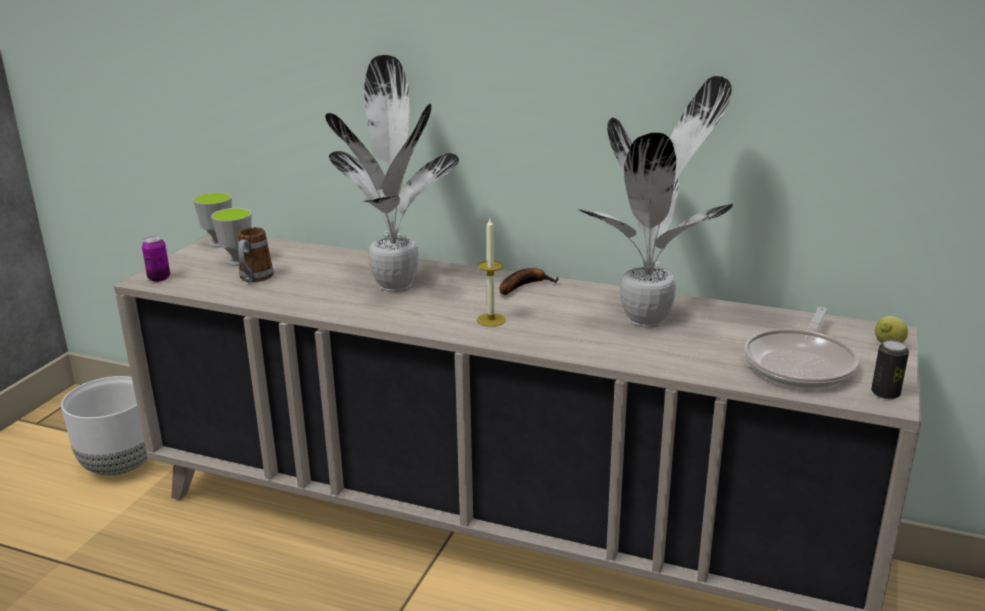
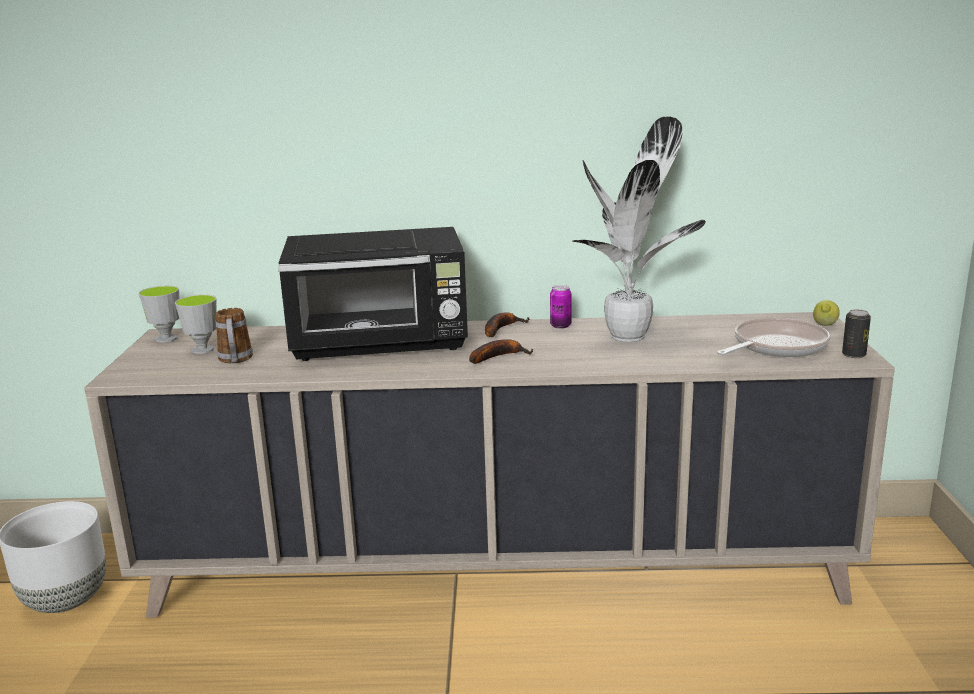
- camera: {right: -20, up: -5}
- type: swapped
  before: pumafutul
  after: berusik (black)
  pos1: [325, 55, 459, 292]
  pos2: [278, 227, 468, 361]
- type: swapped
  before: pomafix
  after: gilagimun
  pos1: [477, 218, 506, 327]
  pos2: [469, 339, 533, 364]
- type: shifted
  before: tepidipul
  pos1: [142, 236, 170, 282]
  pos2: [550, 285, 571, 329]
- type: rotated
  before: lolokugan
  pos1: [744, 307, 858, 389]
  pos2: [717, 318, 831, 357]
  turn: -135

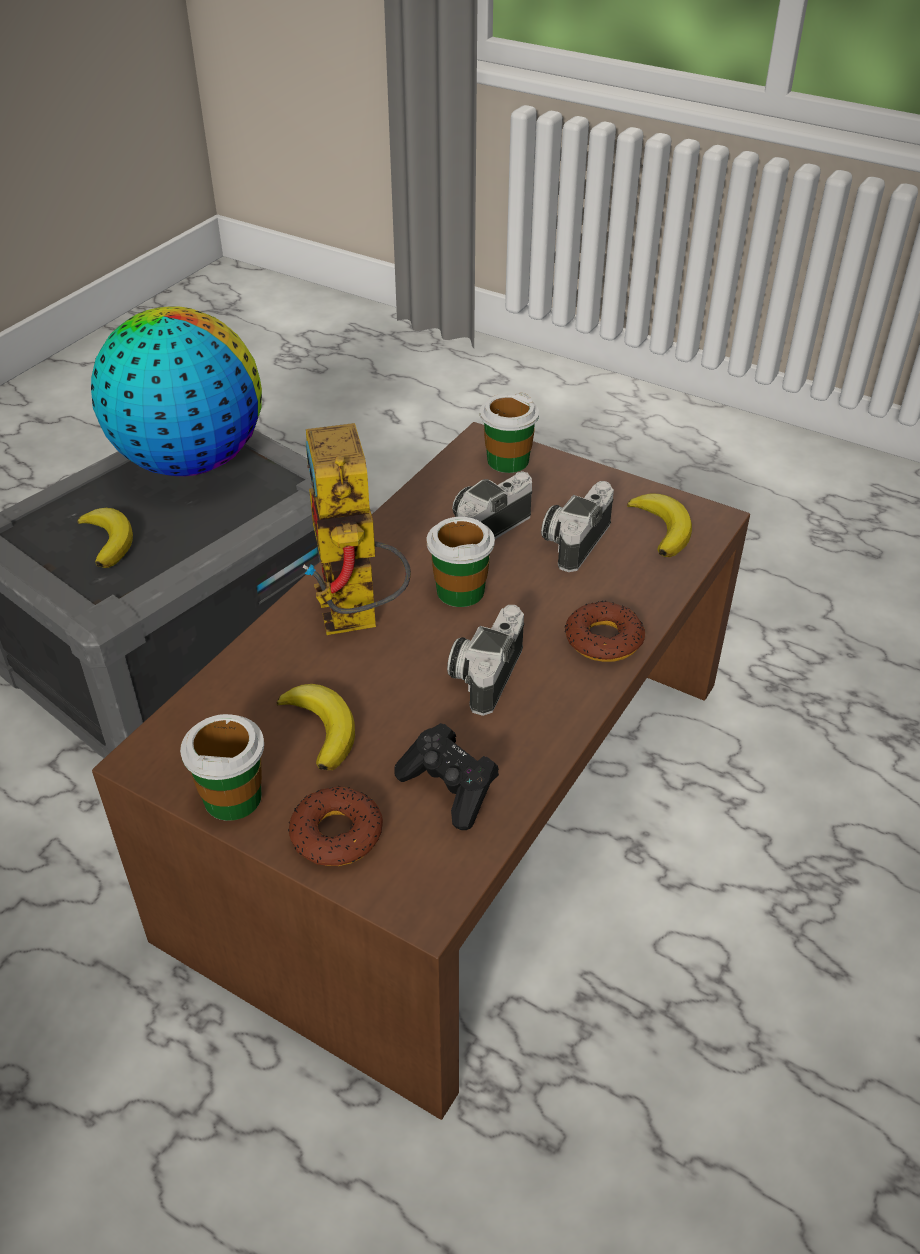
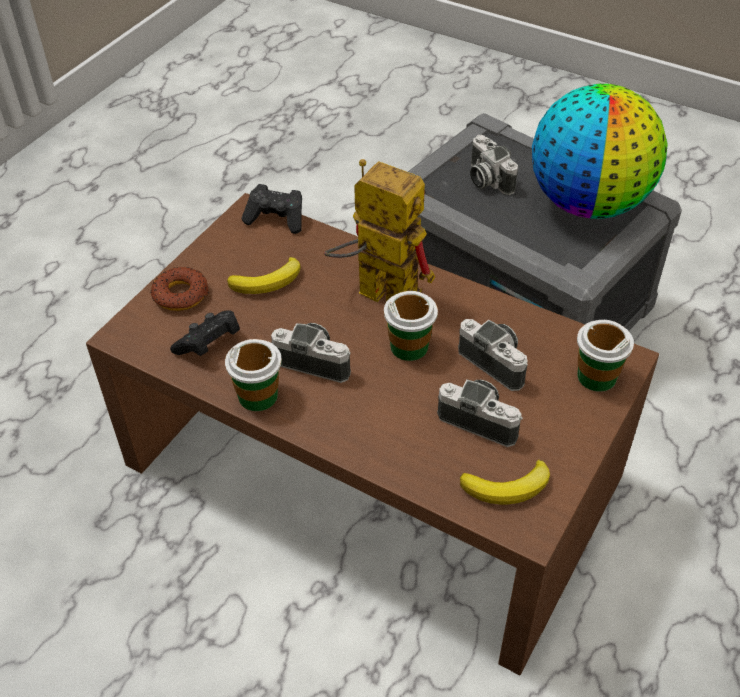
- camera: {right: 90, up: 5}
- type: rotated
  before: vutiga
  pos1: [303, 423, 411, 635]
  pos2: [324, 159, 435, 304]
  turn: 45
- type: swapped
  before: gilagimun
  after: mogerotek
  pos1: [77, 508, 133, 568]
  pos2: [470, 135, 518, 195]
- type: gone
  before: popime
  pos1: [565, 601, 645, 662]
- type: shifted
  before: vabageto
  pos1: [180, 714, 264, 821]
  pos2: [225, 339, 282, 411]
- type: new
  after: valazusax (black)
  pos2: [242, 184, 302, 234]

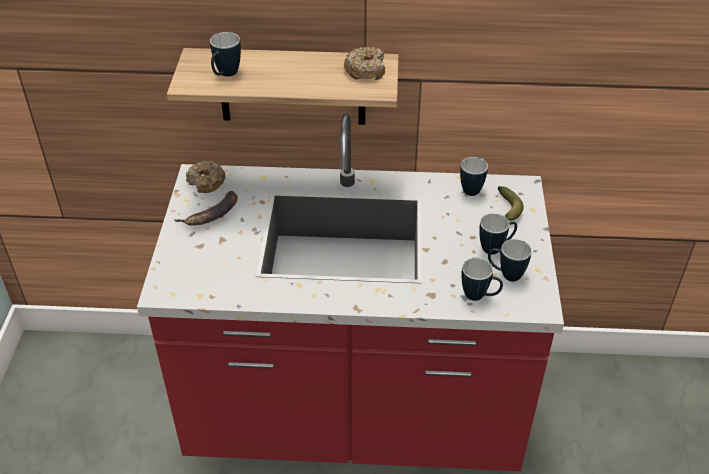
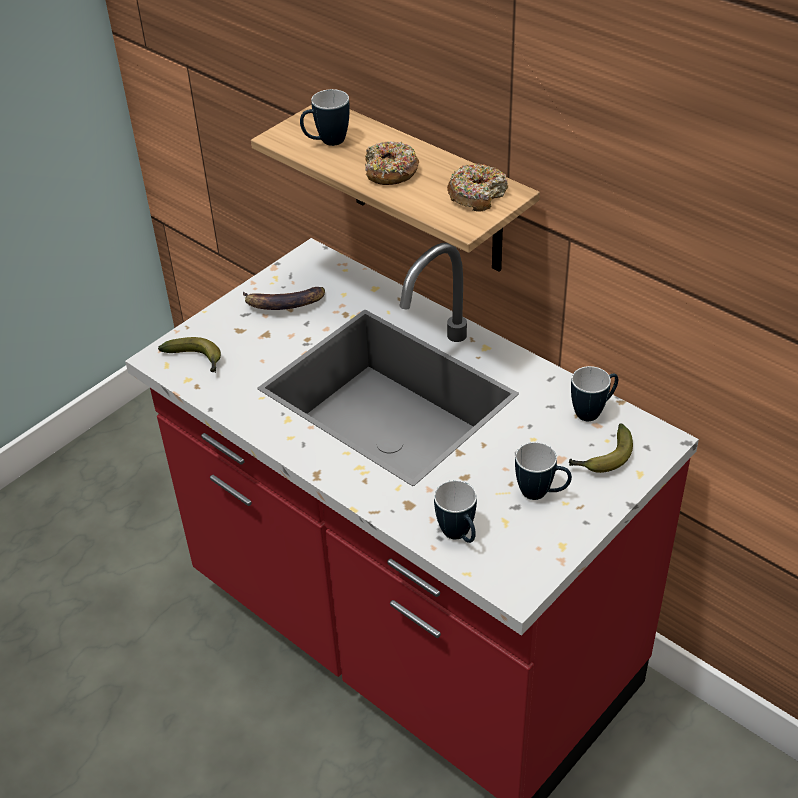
- camera: {right: 40, up: 0}
- type: shifted
  before: popime
  pos1: [186, 161, 226, 193]
  pos2: [365, 141, 419, 185]
- type: gone
  before: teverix
  pos1: [488, 239, 532, 281]
- type: new
  after: gilagimun
  pos2: [158, 337, 221, 373]

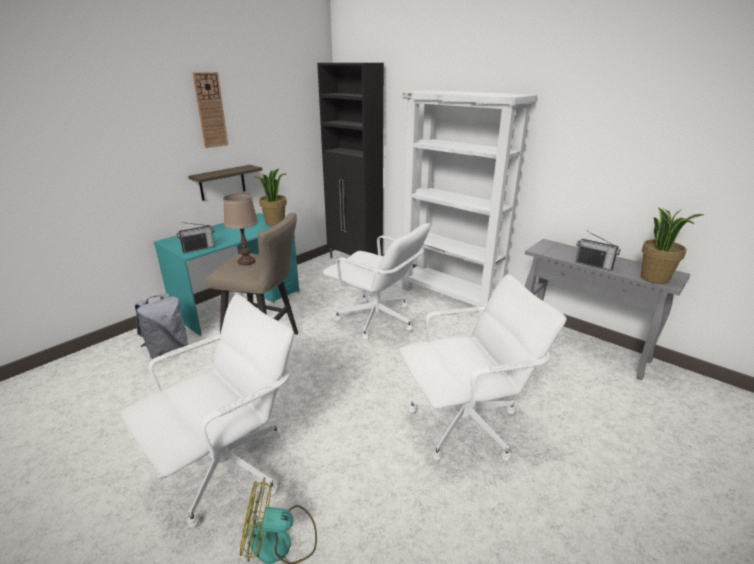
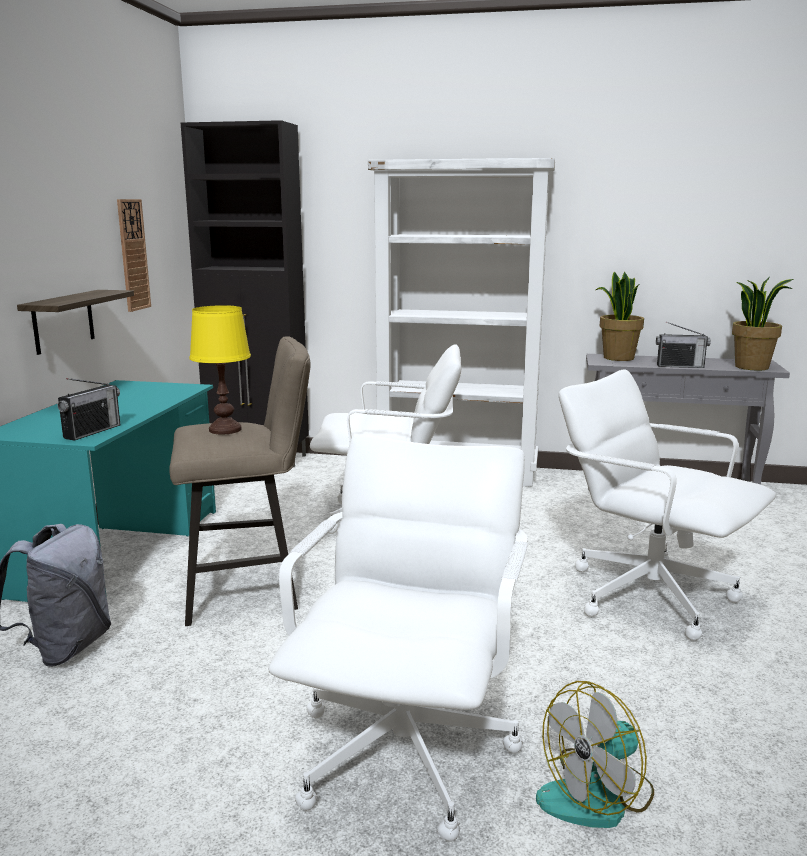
- camera: {right: -30, up: -10}
- type: shifted
  before: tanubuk
  pos1: [192, 72, 228, 148]
  pos2: [117, 199, 151, 312]
- type: shifted
  before: pumafutul
  pos1: [253, 168, 287, 226]
  pos2: [596, 272, 644, 361]
- type: repainted
  before: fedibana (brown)
  after: fedibana (yellow)
  pos1: [223, 194, 258, 265]
  pos2: [189, 305, 251, 435]
- type: rotated
  before: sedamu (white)
  pos1: [399, 274, 567, 462]
  pos2: [559, 369, 776, 641]
  turn: -90

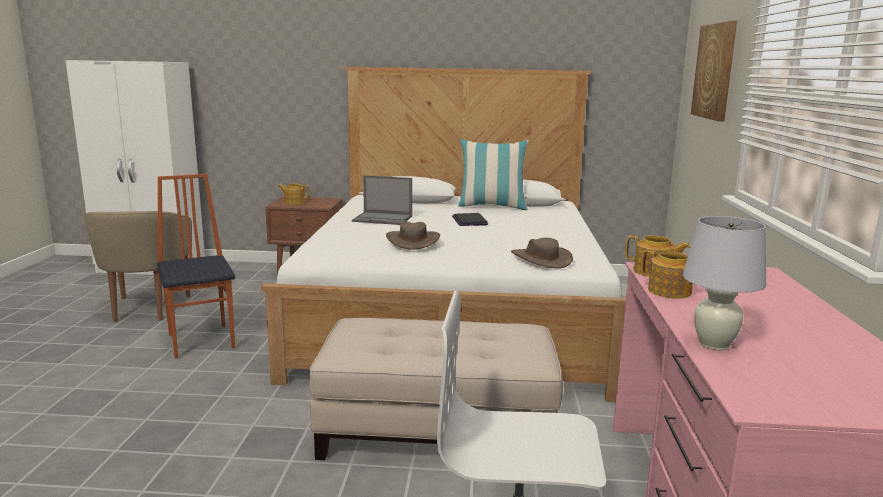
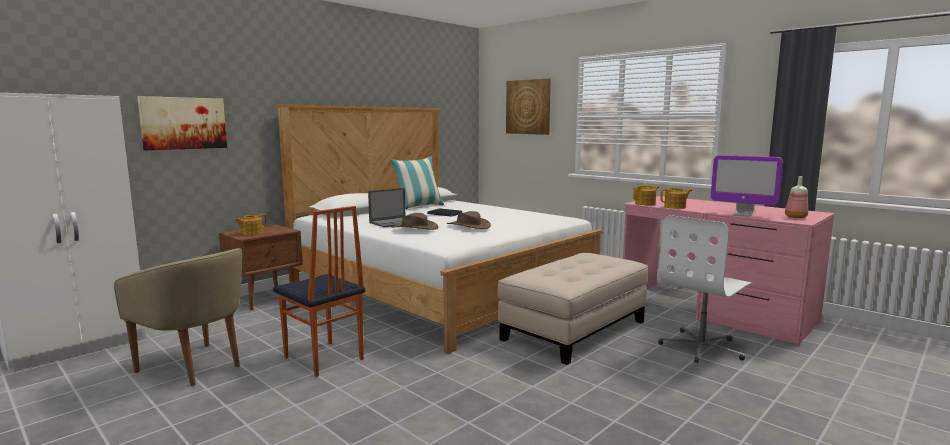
- camera: {right: -50, up: -5}
- type: rotated
  before: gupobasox
  pos1: [157, 174, 235, 358]
  pos2: [273, 206, 365, 377]
  turn: -150
- type: swapped
  before: fedibana (white)
  after: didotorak
  pos1: [683, 216, 766, 350]
  pos2: [711, 155, 783, 217]
- type: shifted
  before: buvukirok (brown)
  pos1: [511, 238, 573, 269]
  pos2: [392, 213, 438, 230]
- type: new
  after: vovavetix
  pos2: [137, 96, 227, 150]
- type: new
  after: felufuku
  pos2: [785, 176, 808, 218]

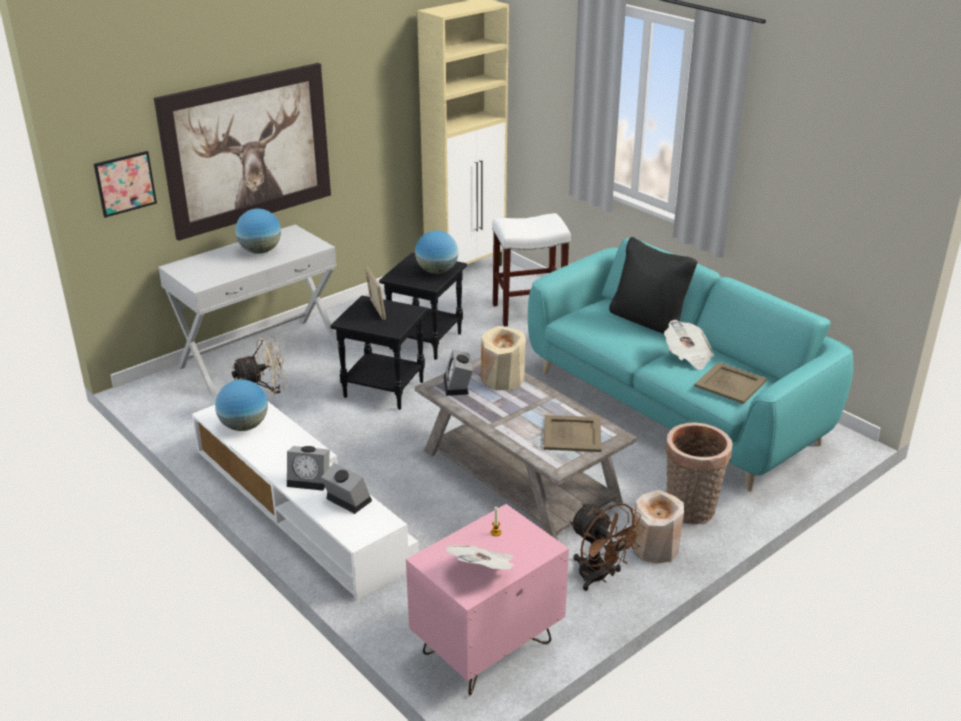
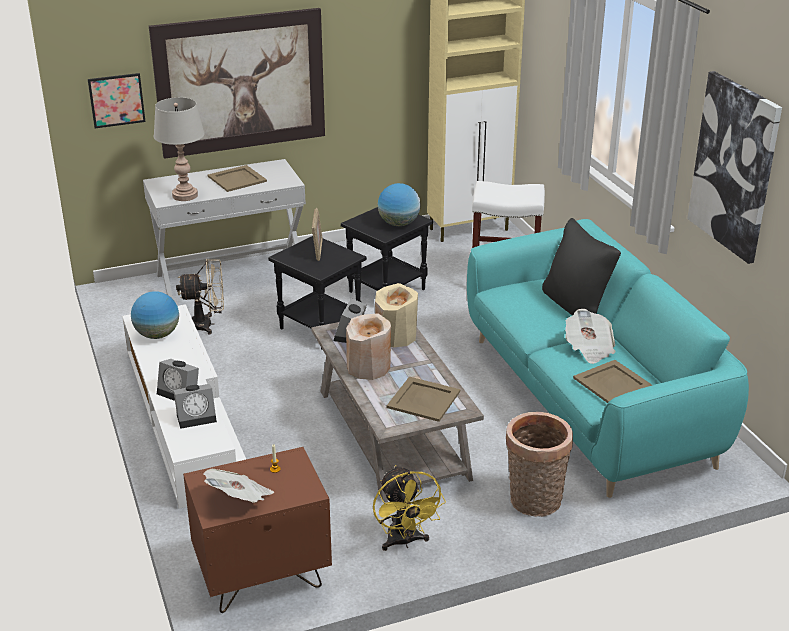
- camera: {right: 20, up: 0}
- type: swapped
  before: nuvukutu
  after: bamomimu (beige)
  pos1: [235, 209, 281, 254]
  pos2: [208, 165, 267, 192]
- type: rotated
  before: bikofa
  pos1: [321, 463, 372, 514]
  pos2: [173, 384, 217, 429]
  turn: 105
- type: shifted
  before: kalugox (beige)
  pos1: [632, 490, 684, 564]
  pos2: [346, 313, 391, 380]
- type: repainted
  before: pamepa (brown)
  after: pamepa (yellow)
  pos1: [570, 503, 645, 591]
  pos2: [373, 465, 446, 551]
- type: repainted
  before: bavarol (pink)
  after: bavarol (brown)
  pos1: [406, 504, 569, 695]
  pos2: [183, 447, 332, 613]
- type: new
  after: vovavetix
  pos2: [687, 71, 782, 264]
- type: new
  after: fedibana (grey)
  pos2: [154, 97, 204, 201]

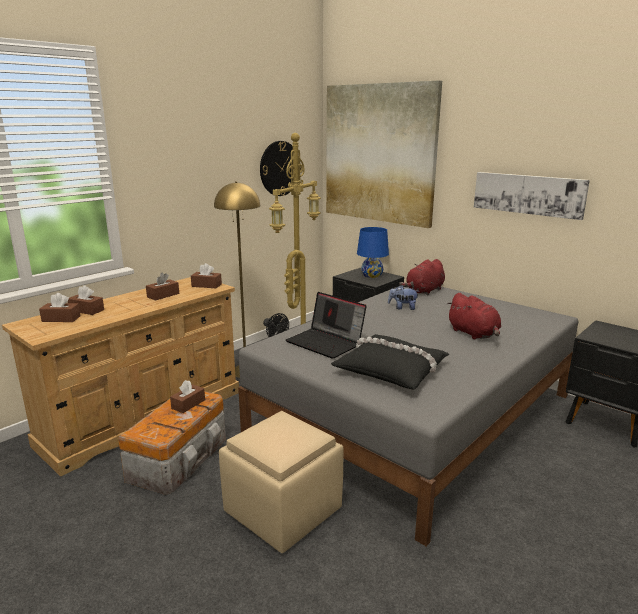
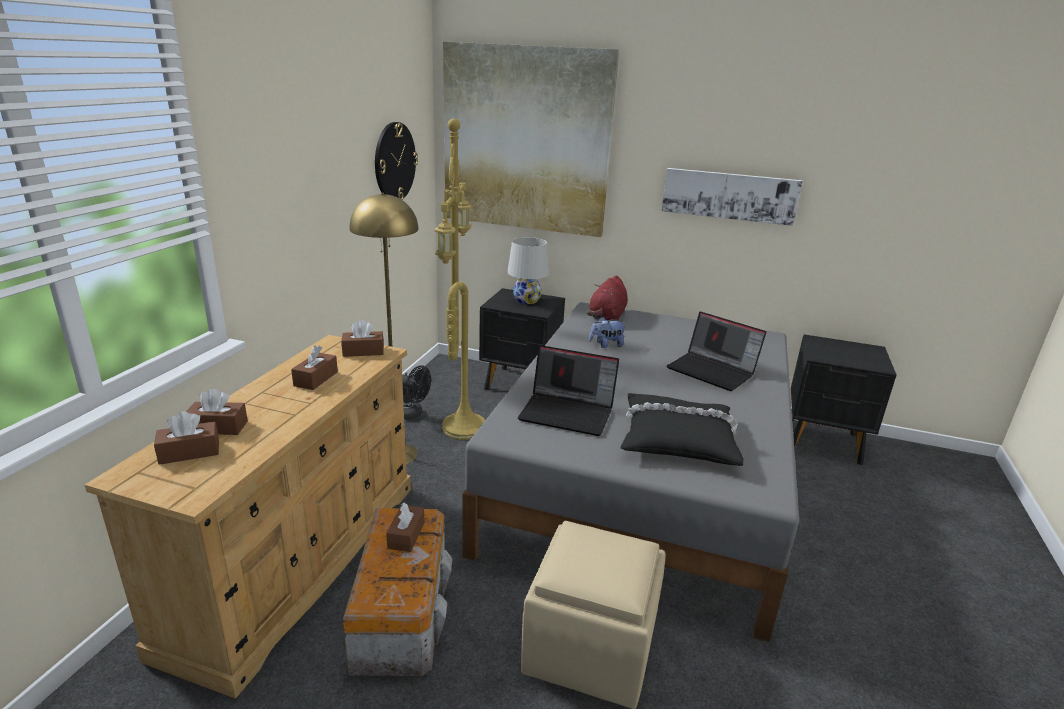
- camera: {right: -25, up: 5}
- type: repainted
  before: fedibana (blue)
  after: fedibana (white)
  pos1: [357, 227, 389, 278]
  pos2: [508, 237, 549, 304]
- type: swapped
  before: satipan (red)
  after: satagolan
  pos1: [447, 293, 501, 339]
  pos2: [667, 311, 766, 391]

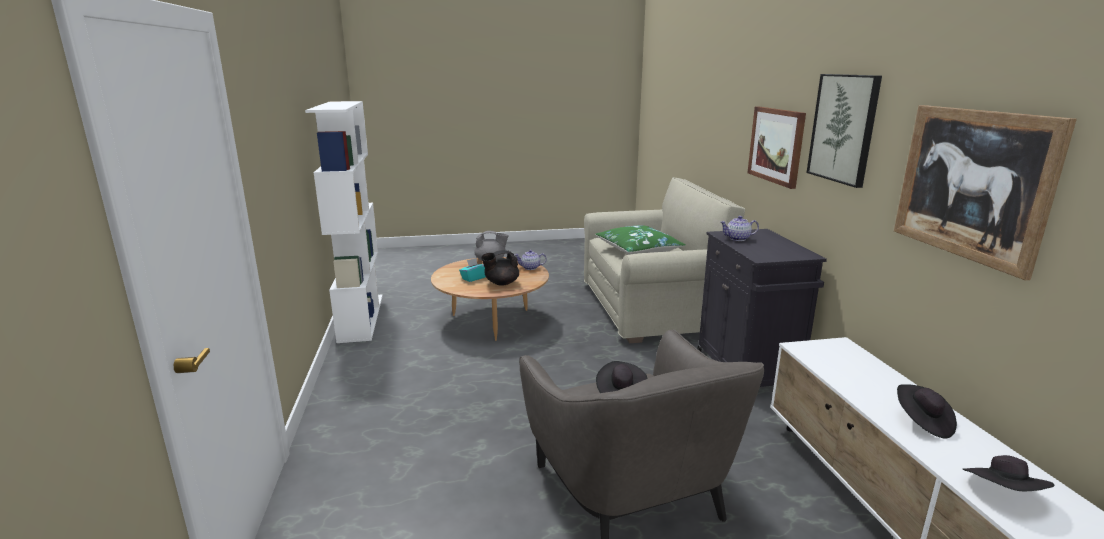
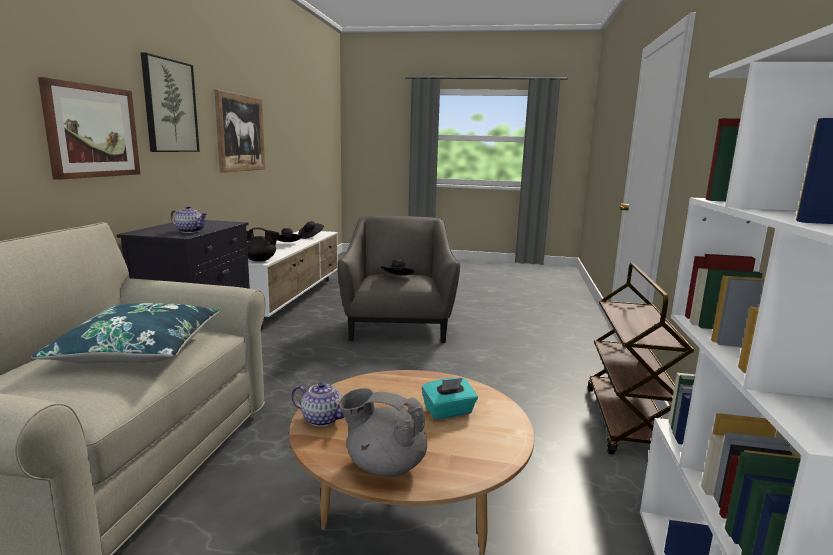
- camera: {right: -160, up: -5}
- type: repainted
  before: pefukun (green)
  after: pefukun (blue)
  pos1: [595, 225, 686, 255]
  pos2: [31, 303, 219, 363]
- type: shifted
  before: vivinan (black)
  pos1: [481, 250, 519, 286]
  pos2: [247, 228, 279, 261]
- type: new
  after: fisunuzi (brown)
  pos2: [588, 263, 694, 455]

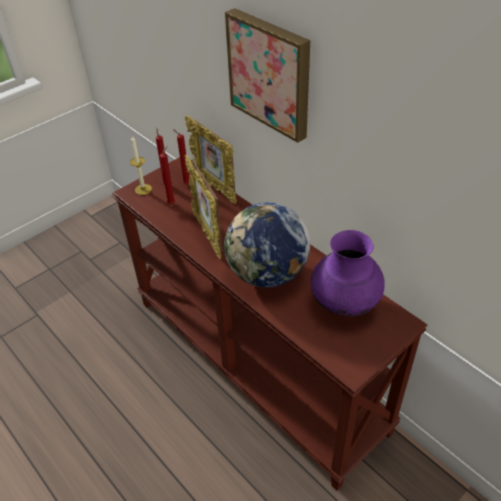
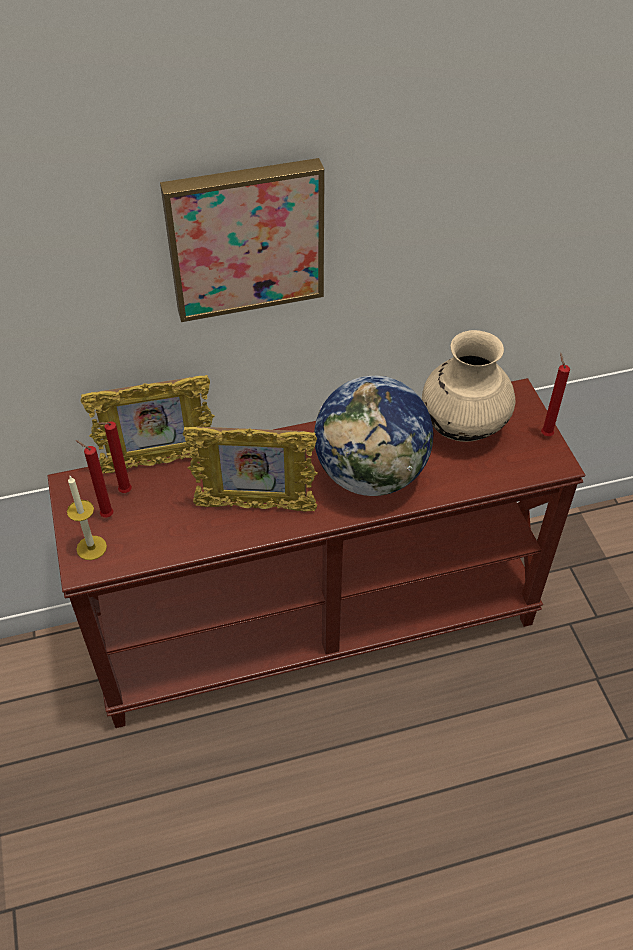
- camera: {right: -65, up: 5}
- type: shifted
  before: pomafix (red)
  pos1: [160, 146, 175, 204]
  pos2: [541, 353, 570, 436]
- type: repainted
  before: kalugox (purple)
  after: kalugox (beige)
  pos1: [311, 230, 385, 316]
  pos2: [422, 330, 516, 442]

